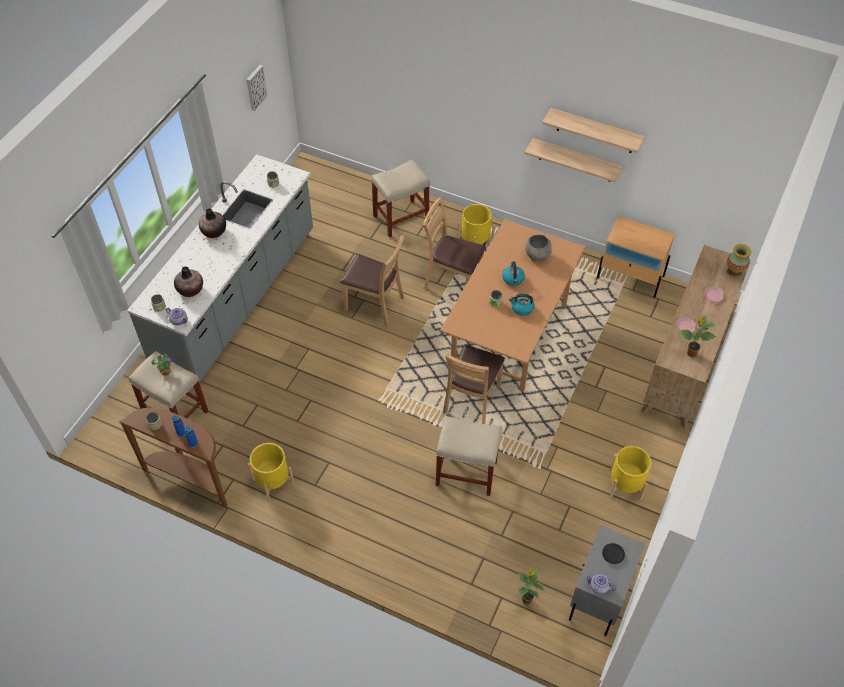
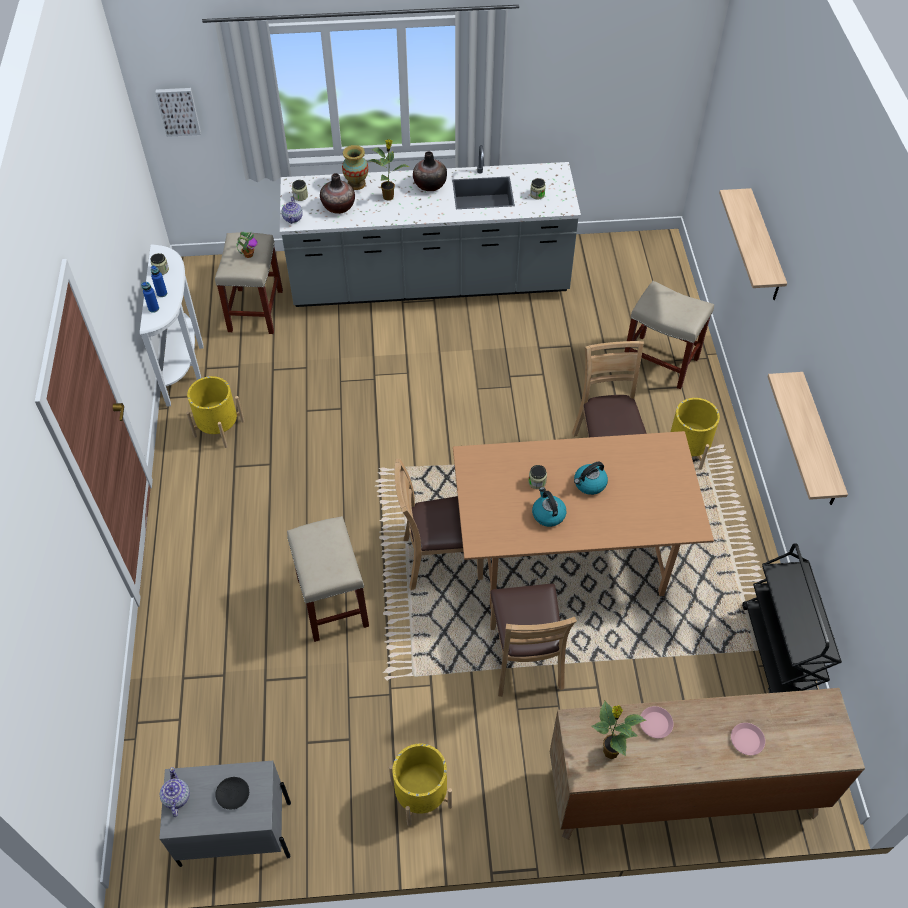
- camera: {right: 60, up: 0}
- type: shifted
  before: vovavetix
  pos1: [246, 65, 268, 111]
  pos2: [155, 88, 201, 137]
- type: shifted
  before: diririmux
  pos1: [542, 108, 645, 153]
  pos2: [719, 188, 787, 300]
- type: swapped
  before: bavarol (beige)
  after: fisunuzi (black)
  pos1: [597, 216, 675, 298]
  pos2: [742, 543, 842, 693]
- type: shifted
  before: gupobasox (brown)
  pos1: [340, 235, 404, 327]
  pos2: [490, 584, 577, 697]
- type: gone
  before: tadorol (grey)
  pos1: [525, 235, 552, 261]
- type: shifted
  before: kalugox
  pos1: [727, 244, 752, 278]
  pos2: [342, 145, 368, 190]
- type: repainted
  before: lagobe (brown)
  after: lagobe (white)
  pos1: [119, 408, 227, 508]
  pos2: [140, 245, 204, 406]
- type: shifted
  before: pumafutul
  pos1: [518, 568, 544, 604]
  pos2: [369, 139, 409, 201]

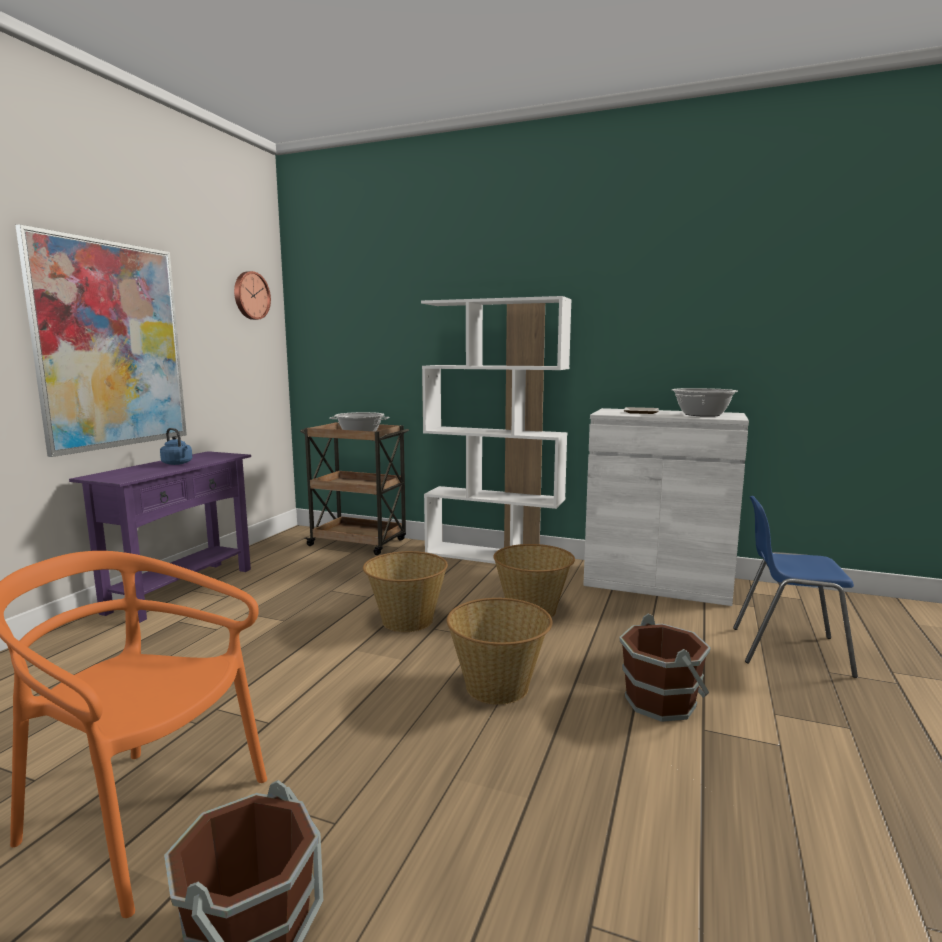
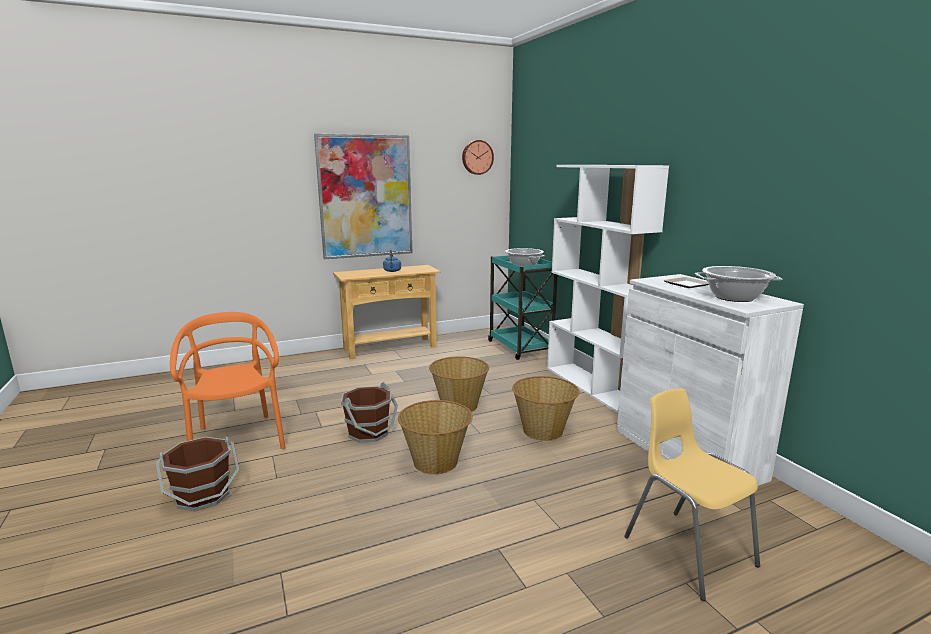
- camera: {right: 45, up: 5}
- type: repainted
  before: fisunuzi (brown)
  after: fisunuzi (turquoise)
  pos1: [300, 422, 409, 555]
  pos2: [488, 255, 558, 360]
- type: repainted
  before: lagobe (purple)
  after: lagobe (beige)
  pos1: [69, 451, 251, 623]
  pos2: [333, 265, 441, 359]
- type: repainted
  before: gupobasox (blue)
  after: gupobasox (yellow)
  pos1: [733, 496, 858, 678]
  pos2: [624, 388, 760, 601]
- type: shifted
  before: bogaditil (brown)
  pos1: [619, 614, 711, 722]
  pos2: [341, 382, 398, 443]

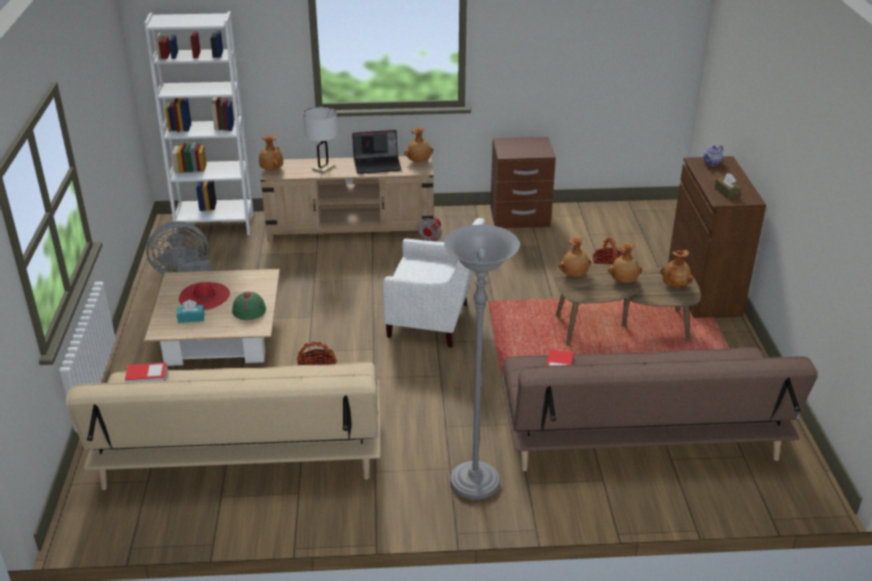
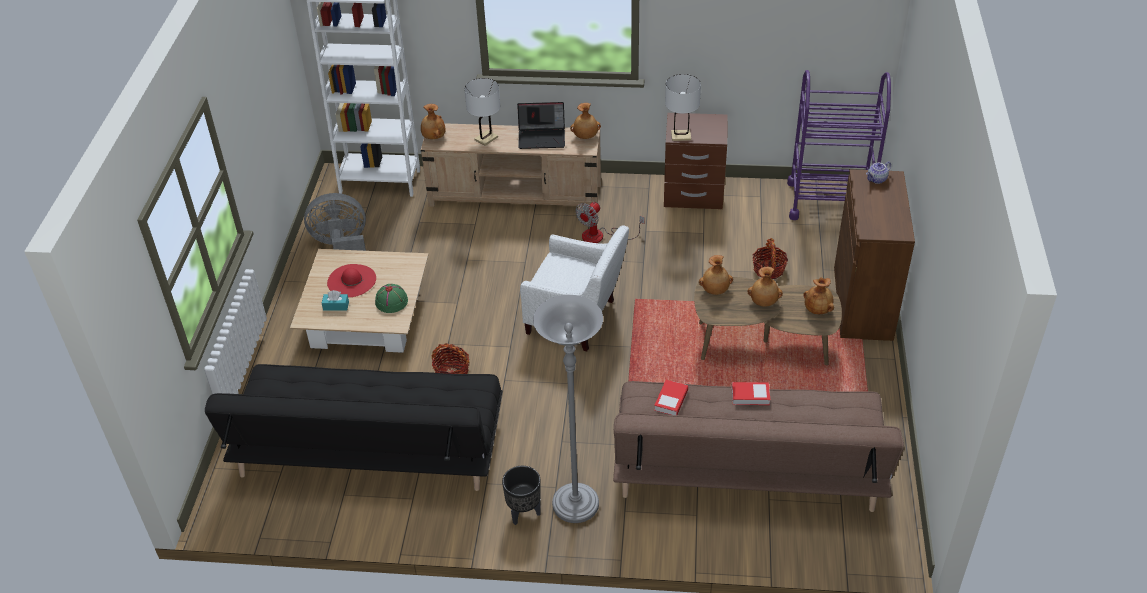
- camera: {right: 10, up: 10}
- type: gone
  before: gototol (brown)
  pos1: [715, 173, 740, 199]
- type: repainted
  before: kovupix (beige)
  after: kovupix (black)
  pos1: [66, 362, 381, 490]
  pos2: [205, 364, 502, 491]
- type: shifted
  before: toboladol
  pos1: [125, 362, 168, 382]
  pos2: [732, 382, 770, 405]
- type: new
  after: fisunuzi (purple)
  pos2: [787, 70, 891, 220]
- type: new
  after: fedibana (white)
  pos2: [665, 74, 701, 141]
- type: new
  after: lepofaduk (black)
  pos2: [502, 466, 541, 525]

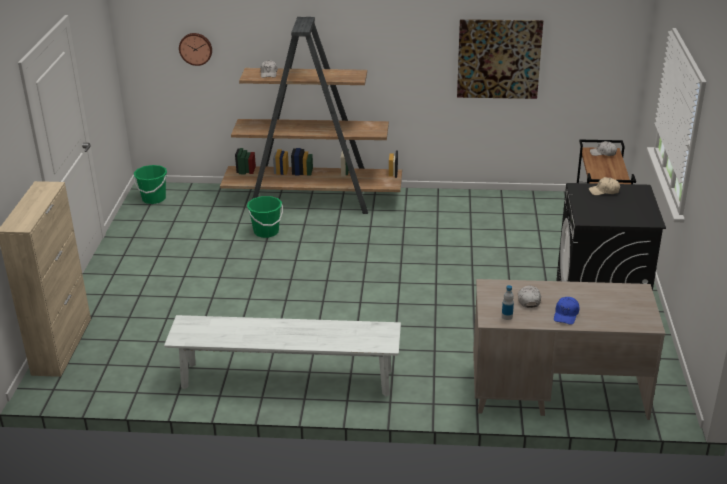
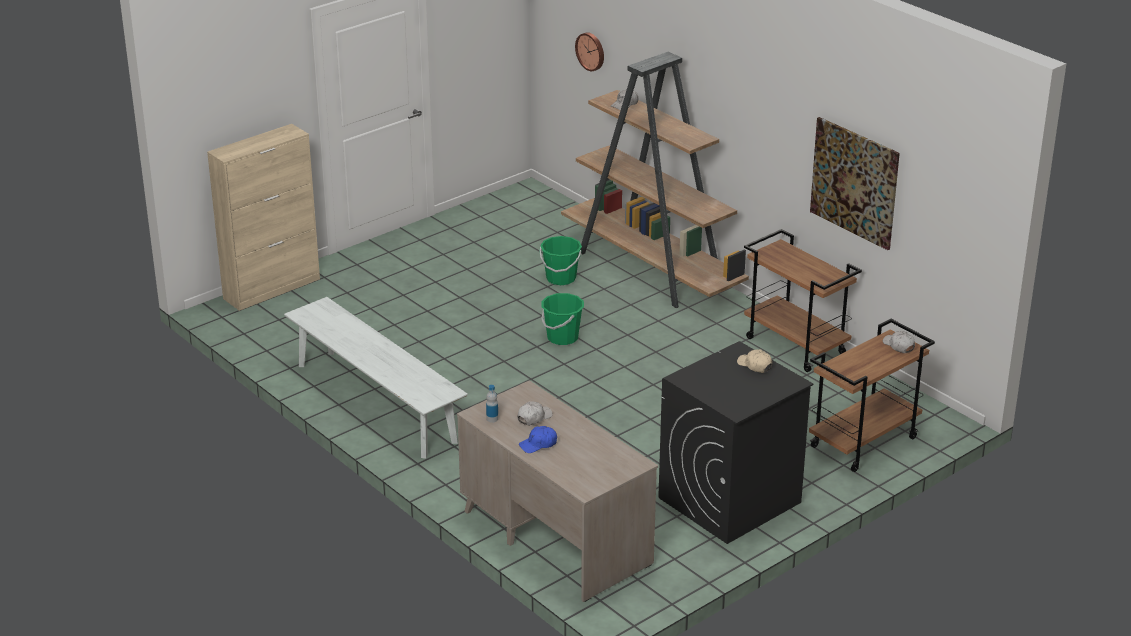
- camera: {right: 45, up: 0}
- type: shifted
  before: bogaditil (green)
  pos1: [134, 165, 167, 204]
  pos2: [541, 293, 584, 345]
- type: new
  after: fisunuzi (brown)
  pos2: [744, 229, 862, 372]

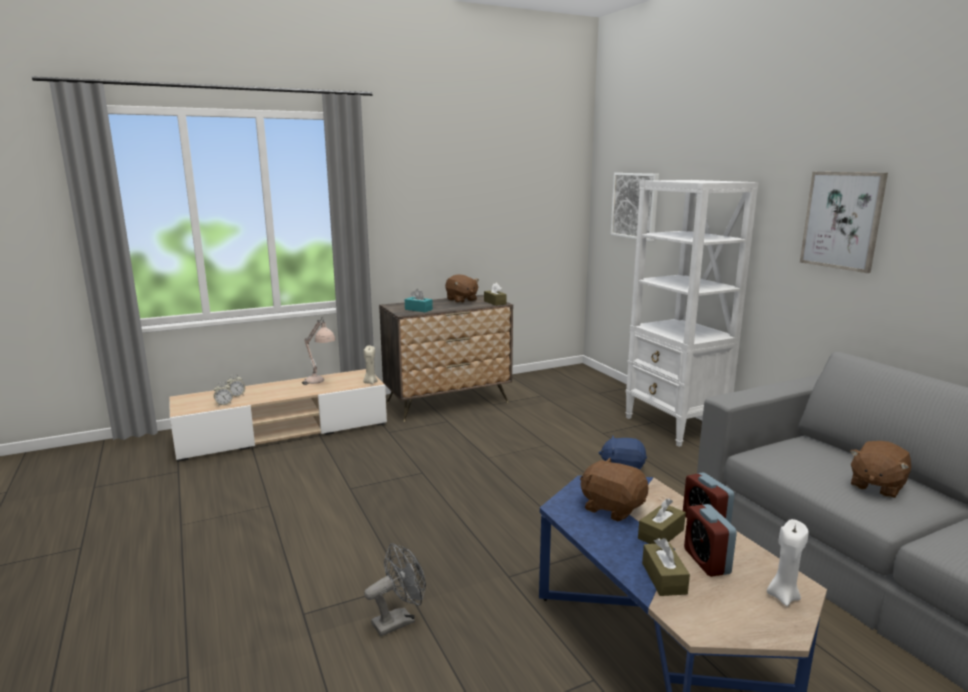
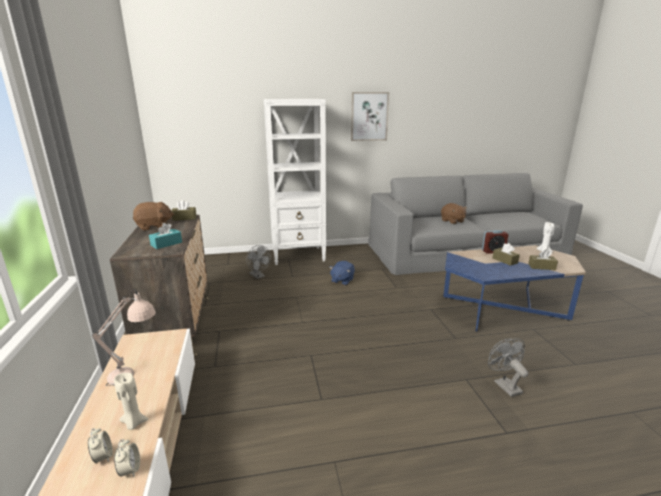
- camera: {right: -75, up: 5}
- type: gone
  before: vovavetix
  pos1: [611, 173, 659, 241]
- type: shifted
  before: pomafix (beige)
  pos1: [363, 346, 378, 384]
  pos2: [114, 373, 148, 430]
- type: gone
  before: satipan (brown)
  pos1: [580, 458, 648, 522]
- type: gone
  before: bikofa
  pos1: [684, 504, 737, 577]
- type: new
  after: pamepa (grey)
  pos2: [246, 245, 271, 279]

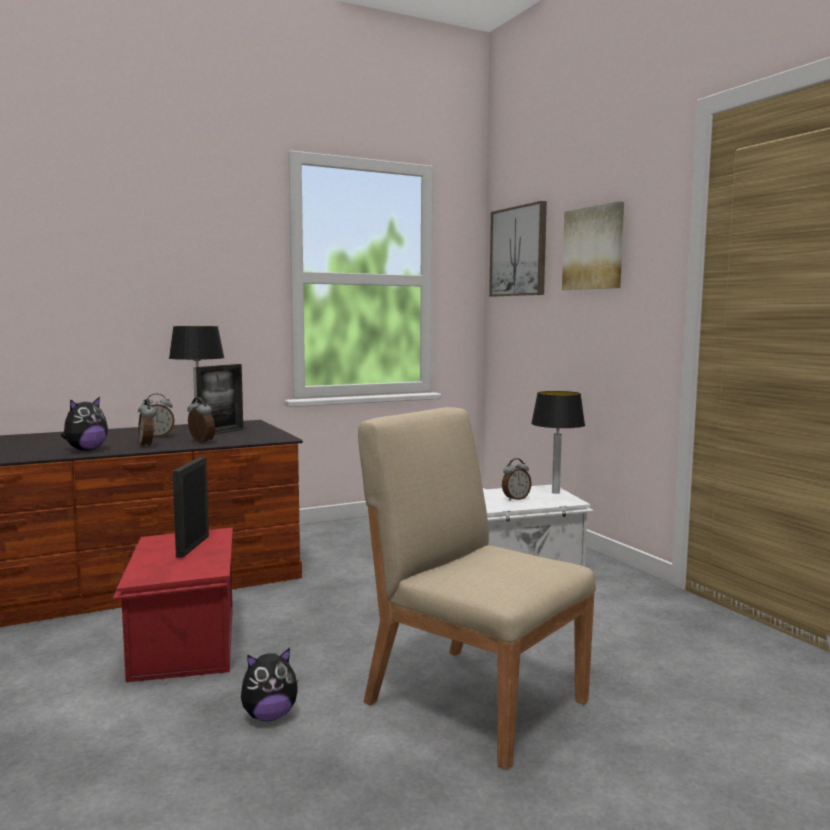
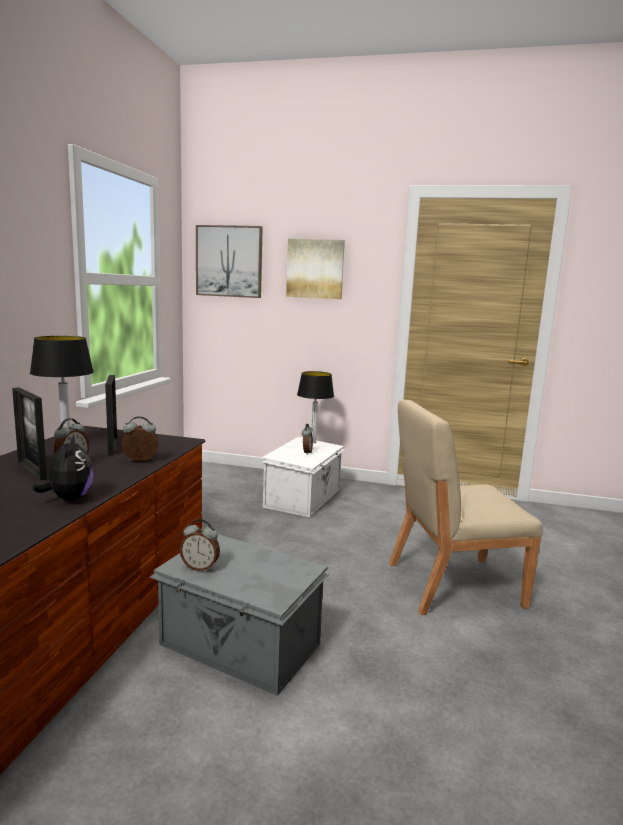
- camera: {right: -50, up: 5}
- type: shifted
  before: bikofa
  pos1: [138, 399, 156, 447]
  pos2: [180, 519, 220, 571]
- type: shifted
  before: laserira
  pos1: [172, 457, 209, 558]
  pos2: [12, 387, 47, 480]
- type: repainted
  before: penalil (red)
  after: penalil (grey)
  pos1: [113, 528, 233, 682]
  pos2: [149, 534, 329, 696]
- type: gone
  before: satipan
  pos1: [241, 648, 298, 721]

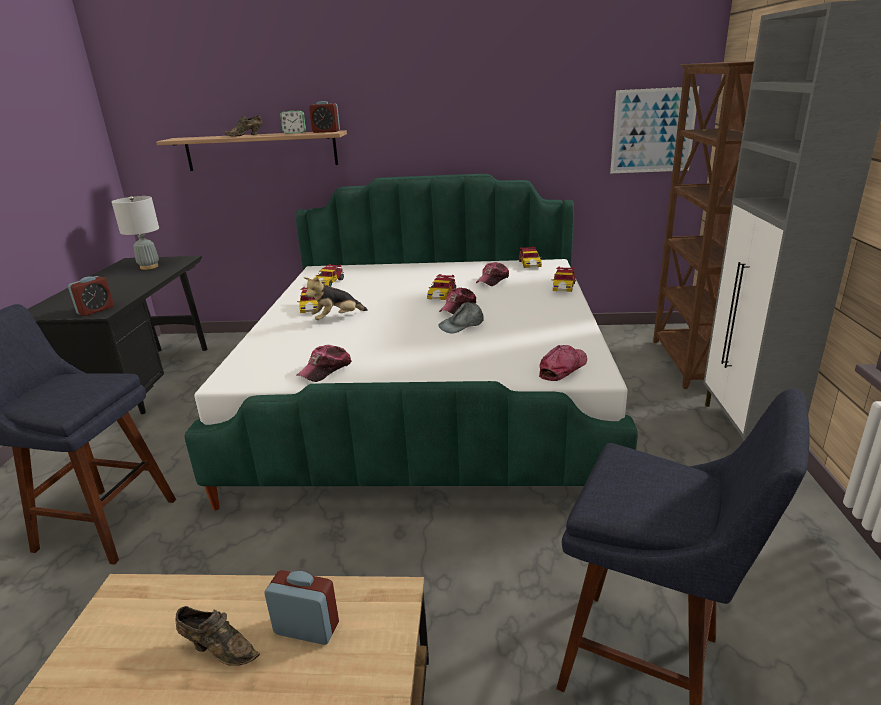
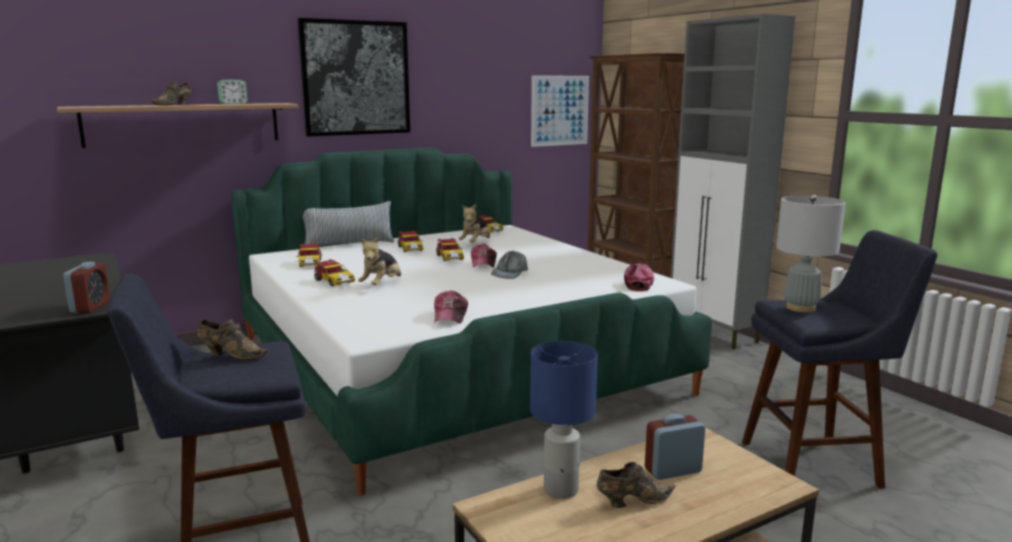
- camera: {right: -35, up: -10}
- type: gone
  before: bikofa
  pos1: [309, 101, 340, 133]
- type: shifted
  before: fedibana (grey)
  pos1: [112, 196, 159, 270]
  pos2: [776, 195, 845, 312]
- type: swapped
  before: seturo
  after: satipan
  pos1: [476, 262, 509, 286]
  pos2: [458, 204, 491, 242]
- type: shifted
  before: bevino
  pos1: [551, 266, 576, 292]
  pos2: [398, 230, 423, 252]
- type: new
  after: vovavetix
  pos2: [297, 18, 410, 137]
- type: new
  after: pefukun
  pos2: [303, 201, 394, 246]
- type: new
  after: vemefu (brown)
  pos2: [197, 319, 268, 360]
- type: new
  after: fedibana (blue)
  pos2: [530, 341, 598, 499]

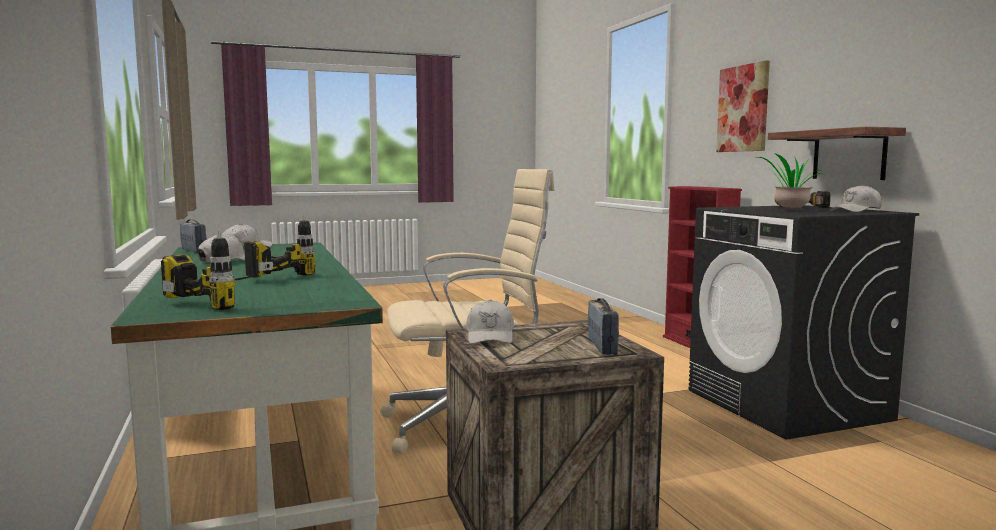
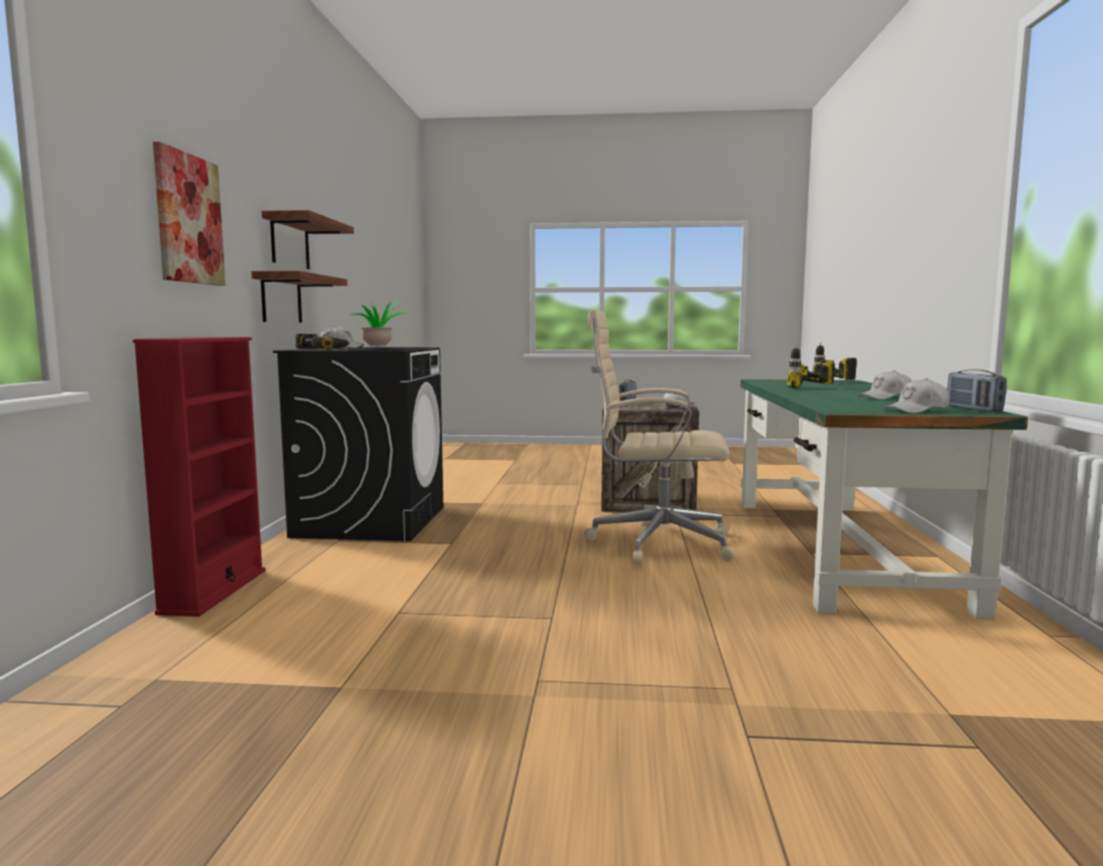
- camera: {right: -155, up: 0}
- type: new
  after: diririmux
  pos2: [262, 210, 354, 269]

